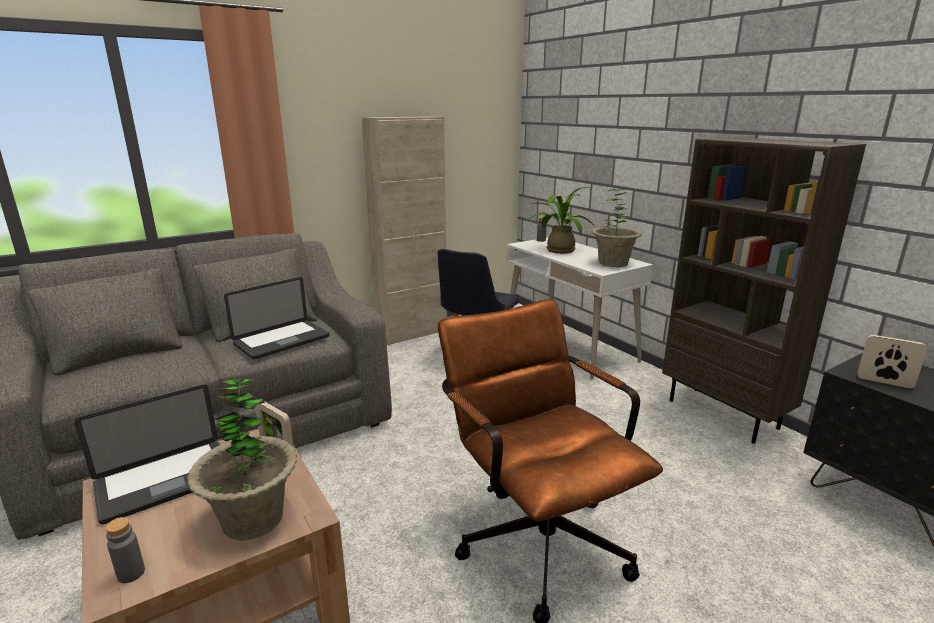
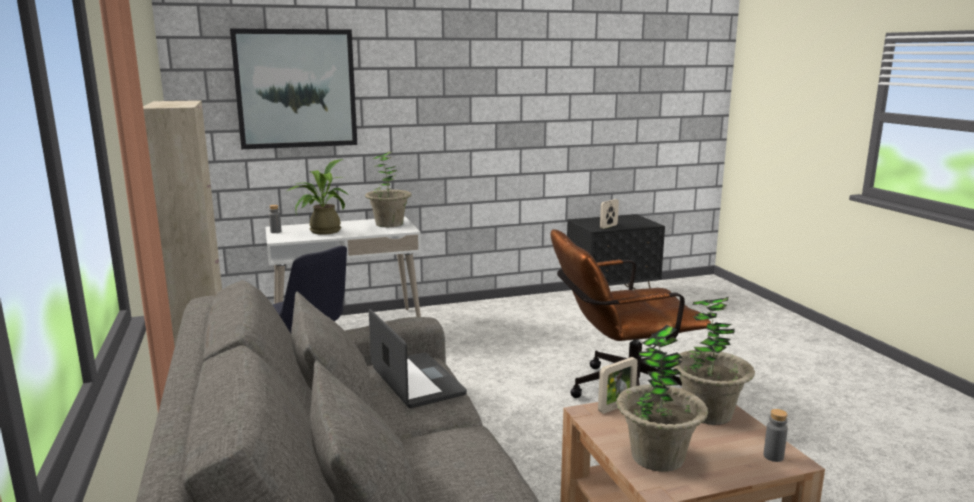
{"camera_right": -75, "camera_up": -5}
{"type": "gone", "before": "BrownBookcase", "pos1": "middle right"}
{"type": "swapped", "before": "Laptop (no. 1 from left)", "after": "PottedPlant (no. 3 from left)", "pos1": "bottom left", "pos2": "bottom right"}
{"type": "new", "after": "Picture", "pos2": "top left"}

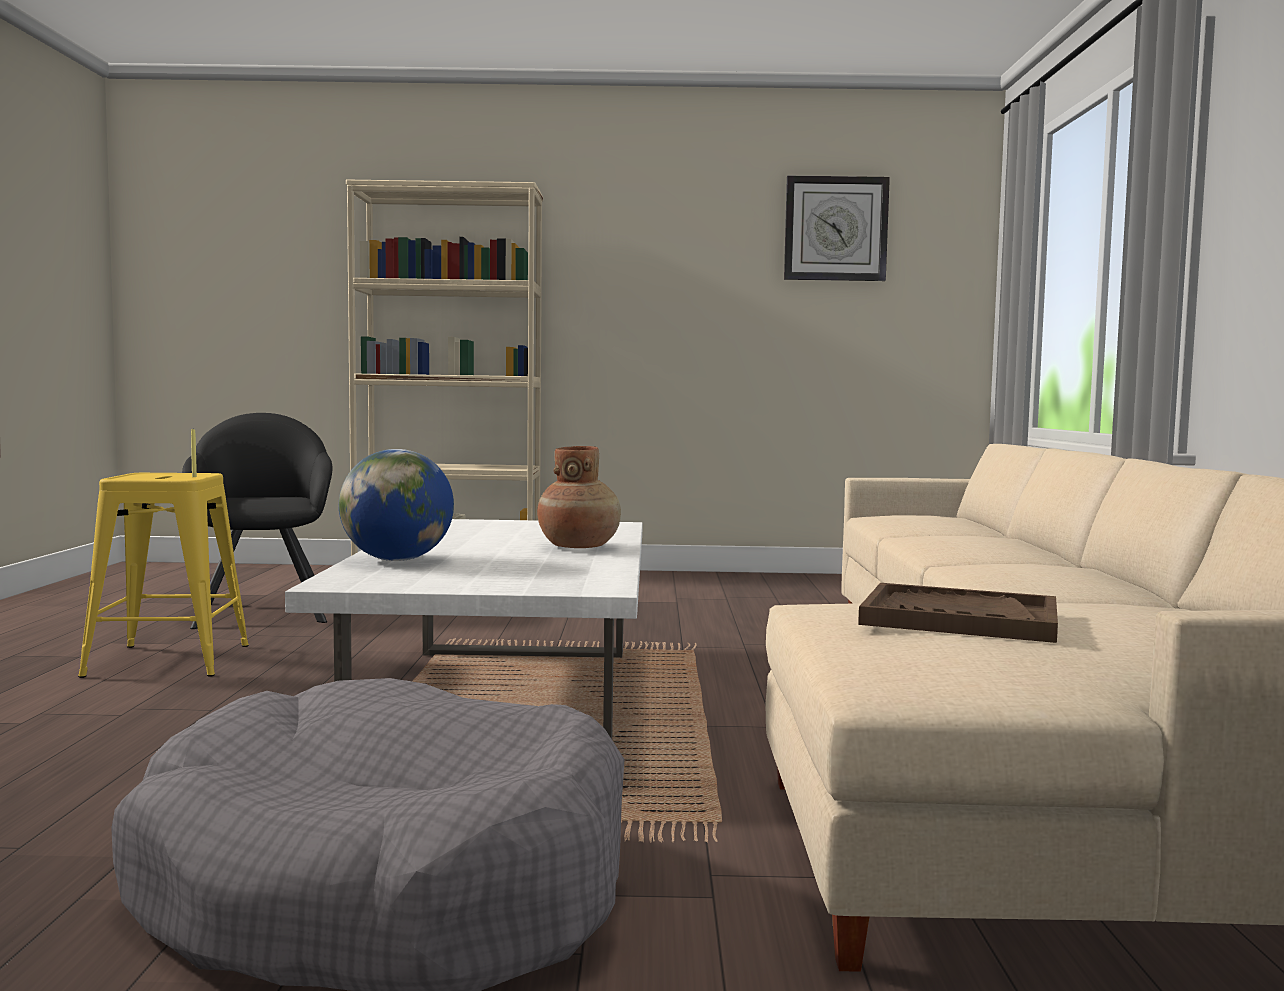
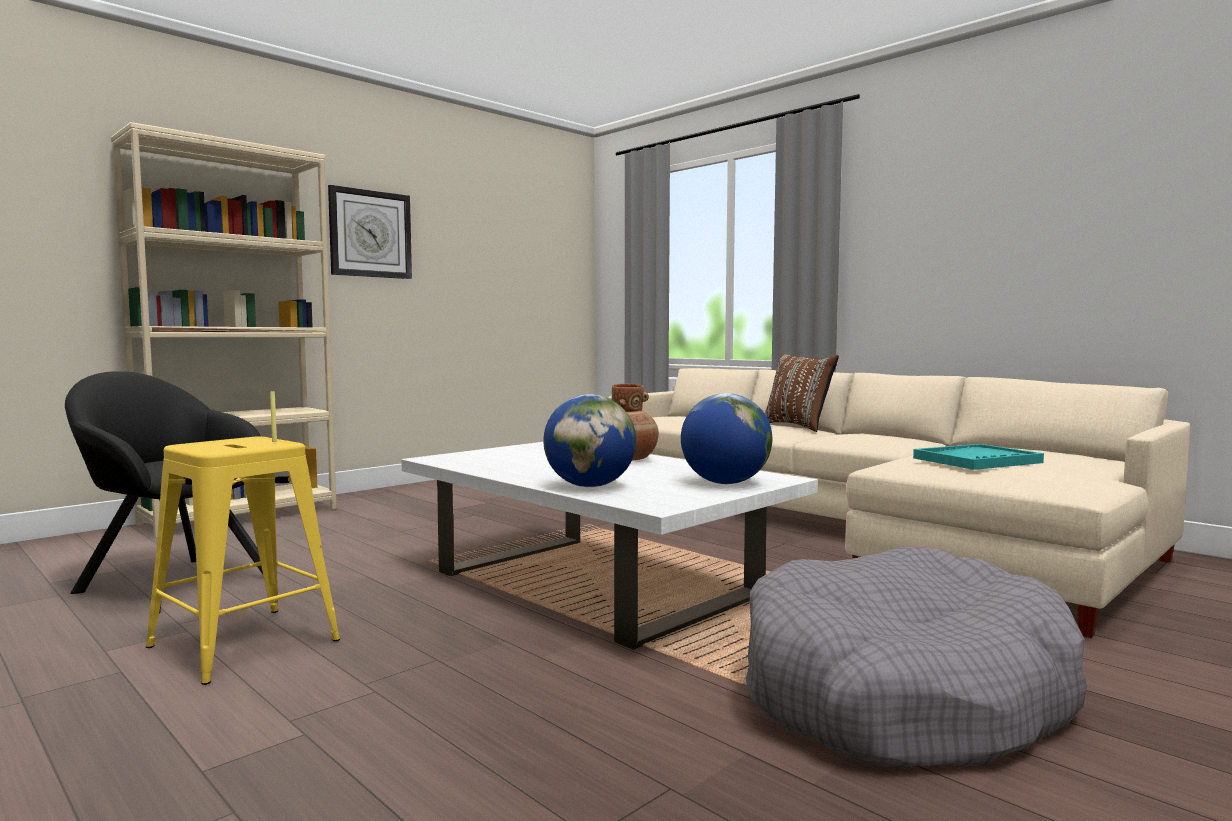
{"camera_right": -45, "camera_up": 0}
{"type": "shifted", "before": "WallClock", "pos1": "top centre", "pos2": "top left"}
{"type": "repainted", "before": "BrownTray", "after": "TurquoiseTray", "pos1": "middle right", "pos2": "middle right"}
{"type": "new", "after": "BrownPillow", "pos2": "centre"}
{"type": "new", "after": "Globe (no. 2 from left)", "pos2": "centre"}

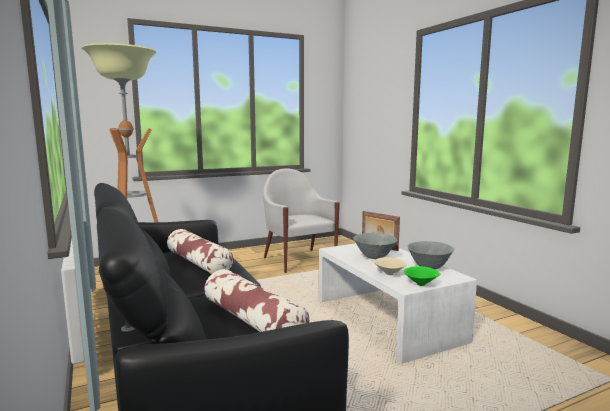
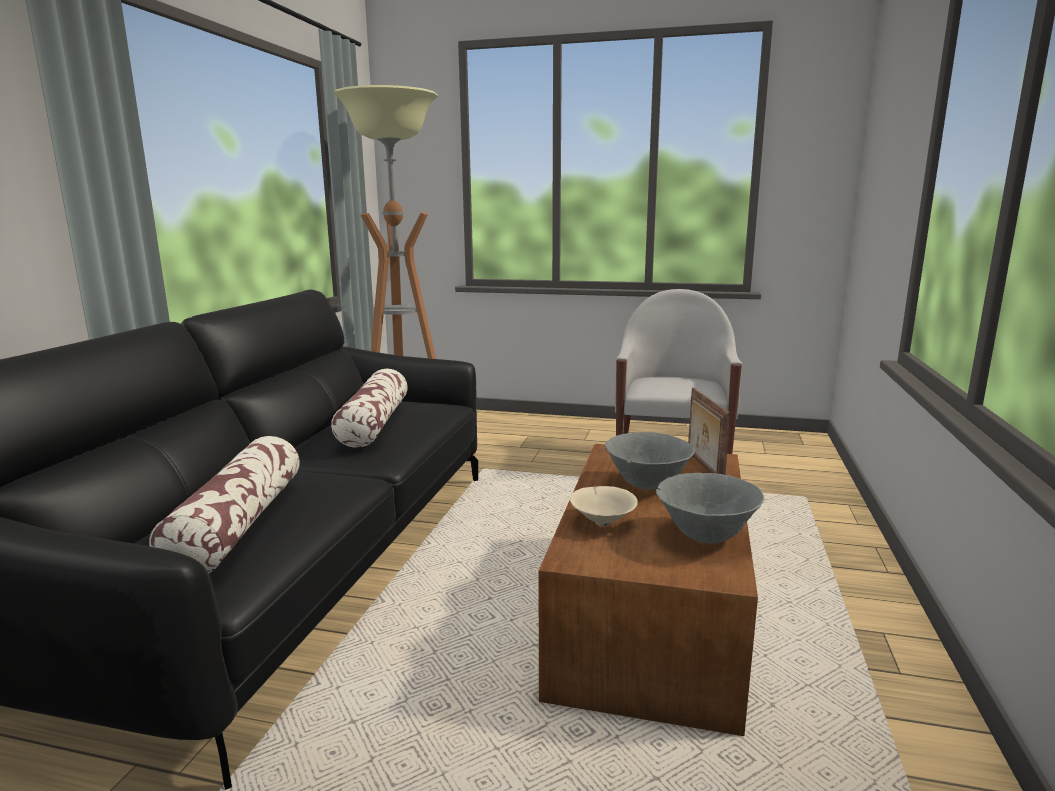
{"camera_right": 40, "camera_up": 5}
{"type": "repainted", "before": "WhiteCoffeeTable", "after": "BrownCoffeeTable", "pos1": "bottom centre", "pos2": "bottom centre"}
{"type": "gone", "before": "GreenBowl", "pos1": "bottom right"}

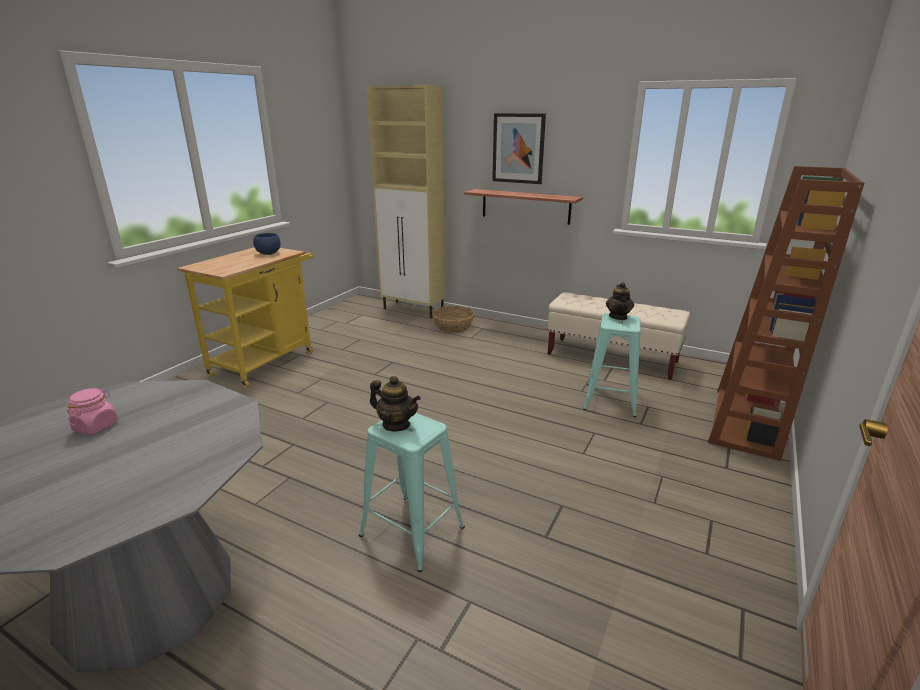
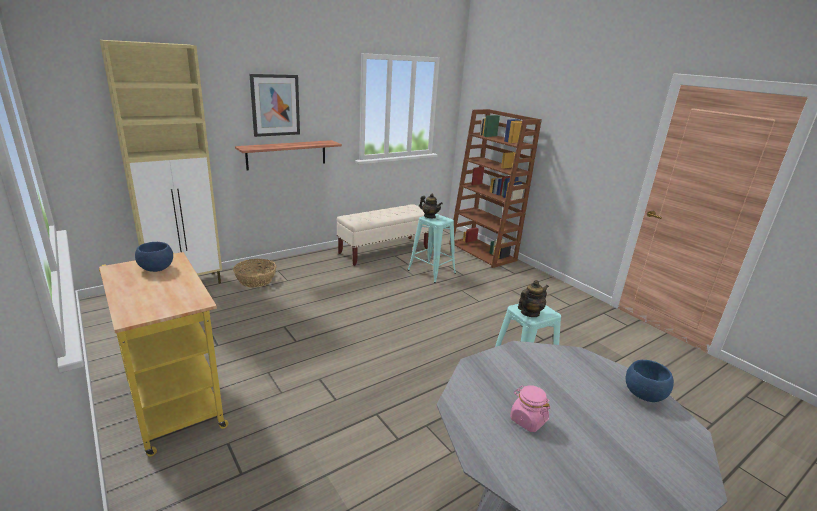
{"camera_right": -65, "camera_up": 0}
{"type": "new", "after": "BlueBowl (no. 2 from left)", "pos2": "bottom right"}

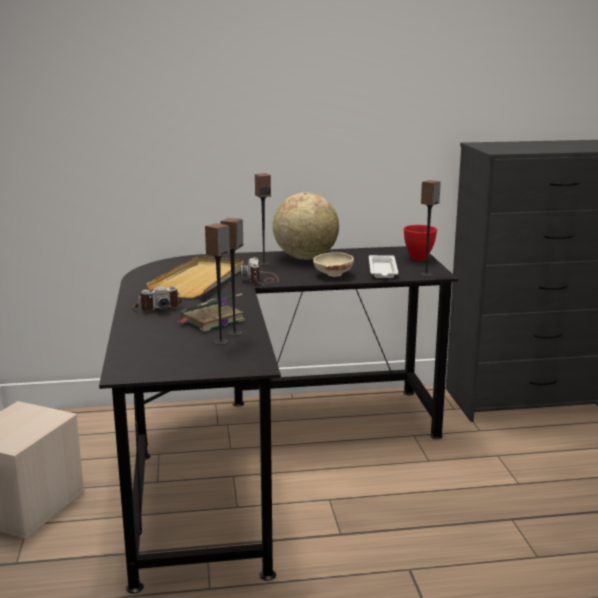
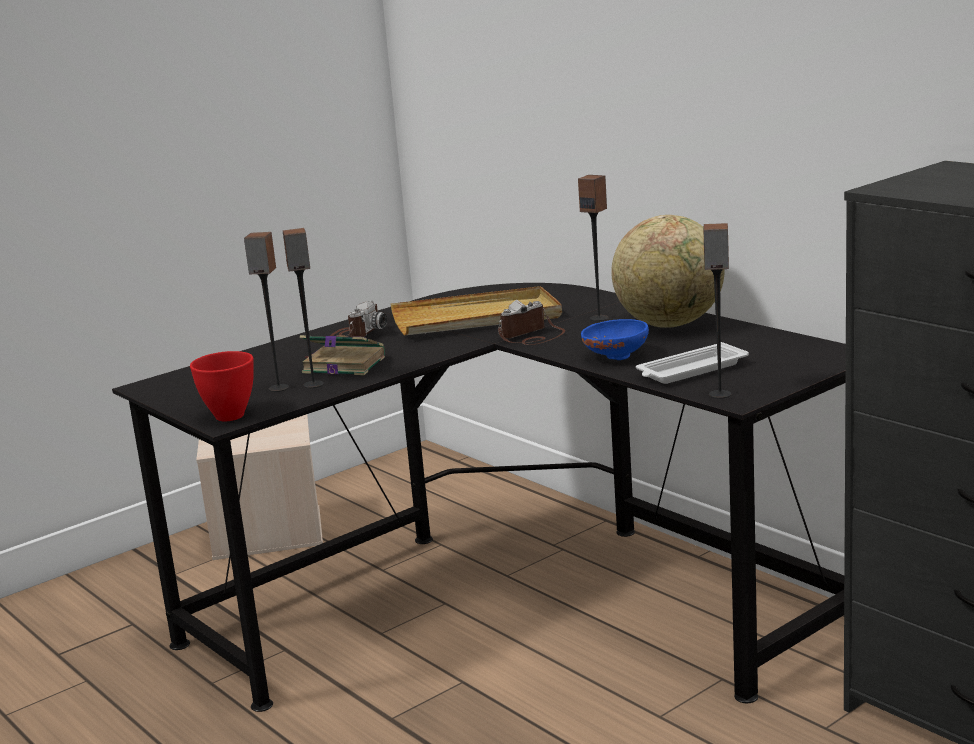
{"camera_right": 60, "camera_up": 0}
{"type": "shifted", "before": "RedBowl", "pos1": "middle right", "pos2": "middle left"}
{"type": "repainted", "before": "BeigeBowl", "after": "BlueBowl", "pos1": "centre", "pos2": "centre"}
{"type": "rotated", "before": "PhotoCamera (no. 1 from left)", "pos1": "middle left", "pos2": "centre", "turn": -105}

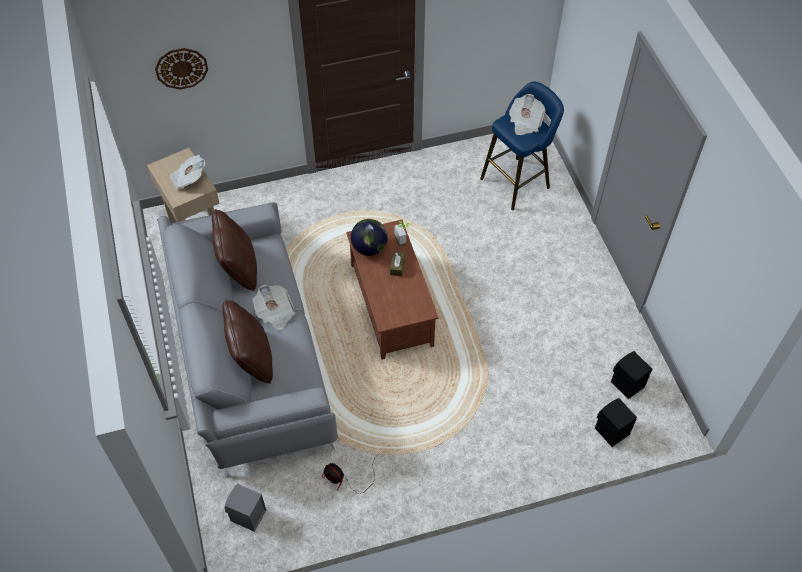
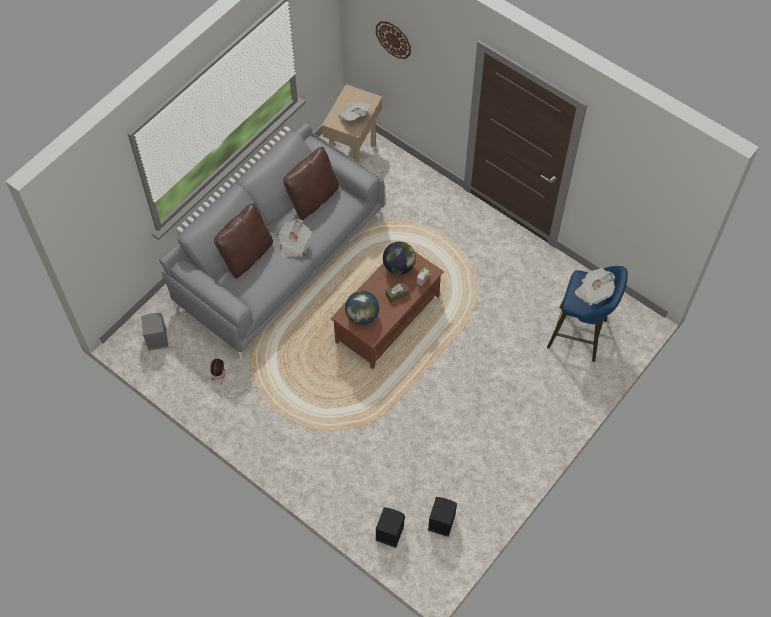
{"camera_right": 55, "camera_up": 5}
{"type": "new", "after": "Globe (no. 1 from left)", "pos2": "centre"}

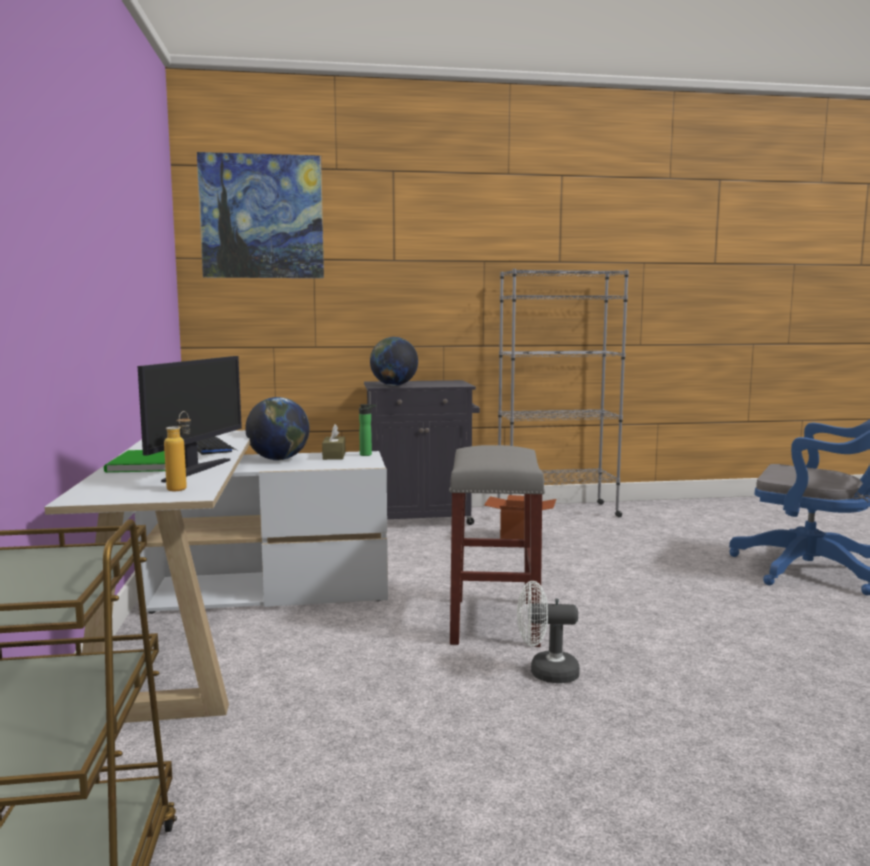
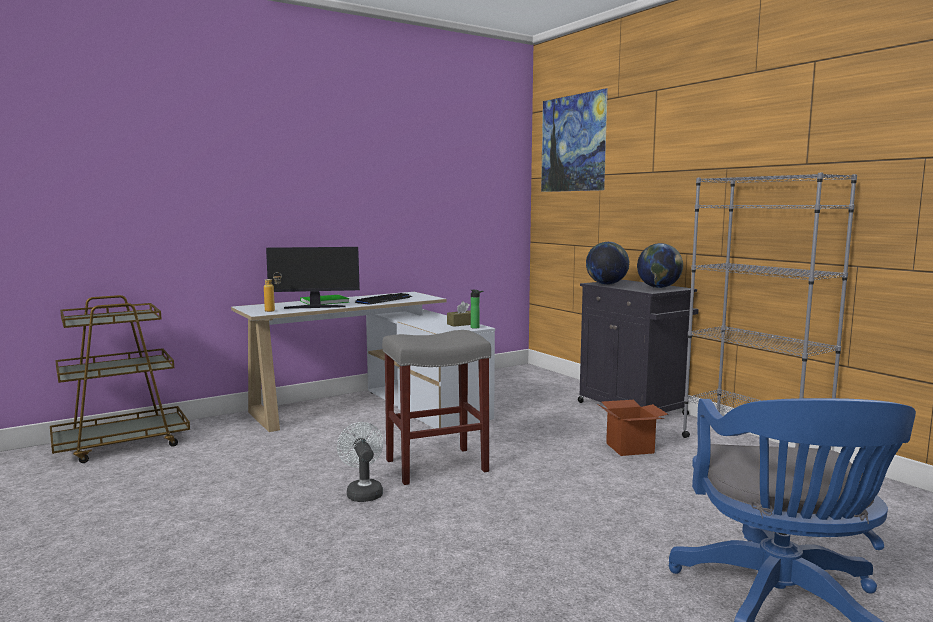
{"camera_right": 65, "camera_up": 0}
{"type": "shifted", "before": "Globe (no. 1 from left in the first image)", "after": "Globe (no. 2 from left)", "pos1": "middle left", "pos2": "middle right"}

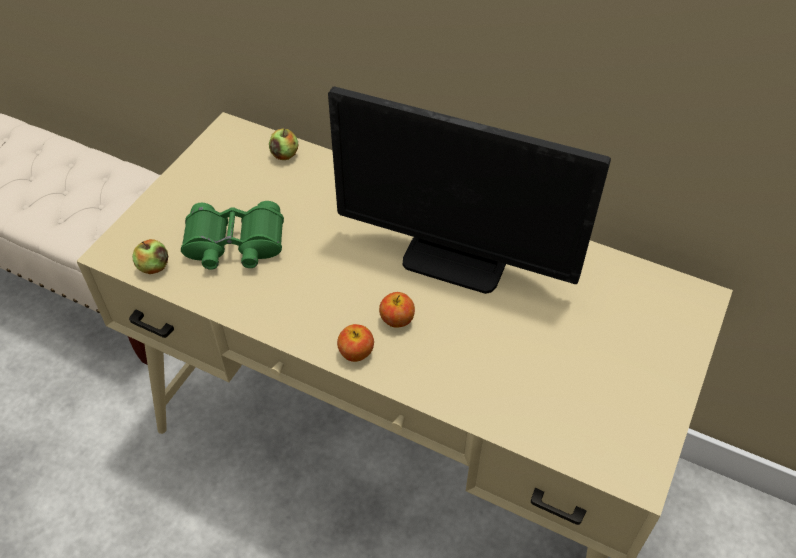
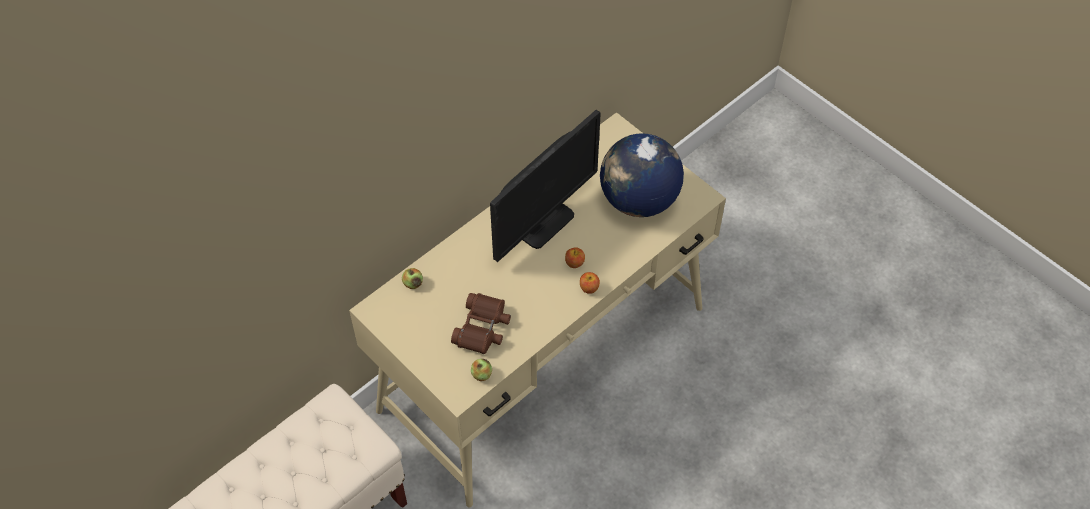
{"camera_right": -70, "camera_up": 5}
{"type": "repainted", "before": "GreenBinoculars", "after": "BrownBinoculars", "pos1": "middle left", "pos2": "centre"}
{"type": "new", "after": "Globe", "pos2": "centre"}

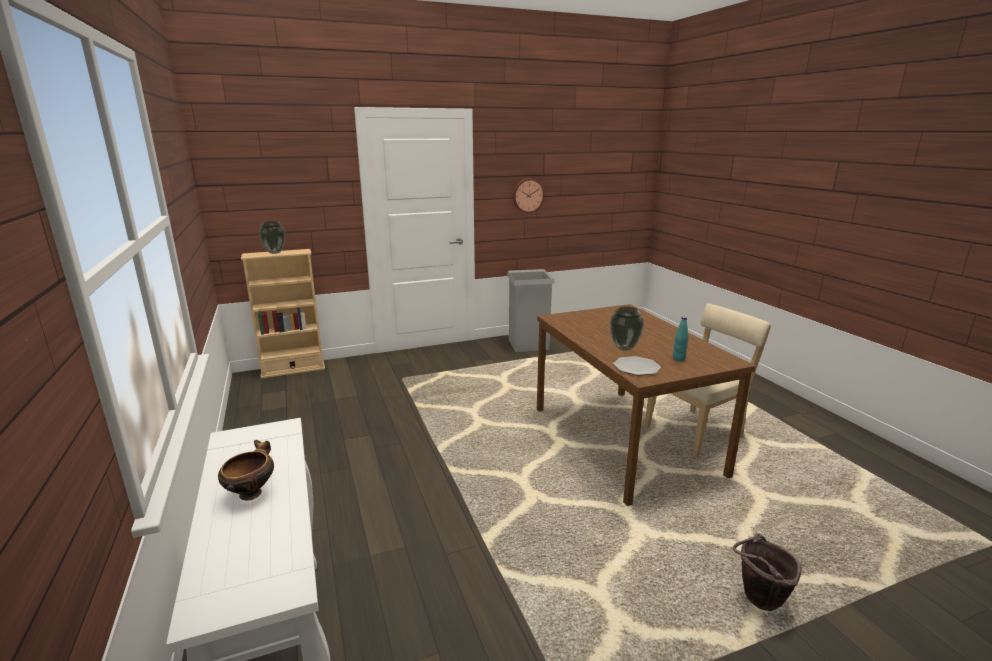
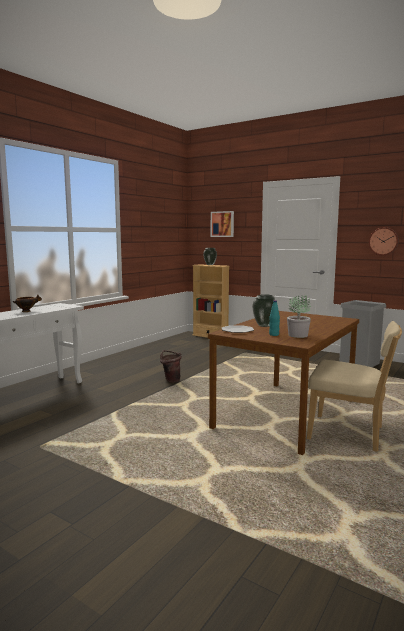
{"camera_right": 55, "camera_up": -10}
{"type": "shifted", "before": "BrownBucket", "pos1": "bottom right", "pos2": "centre"}
{"type": "new", "after": "Picture", "pos2": "centre"}
{"type": "new", "after": "PottedPlant", "pos2": "middle right"}

